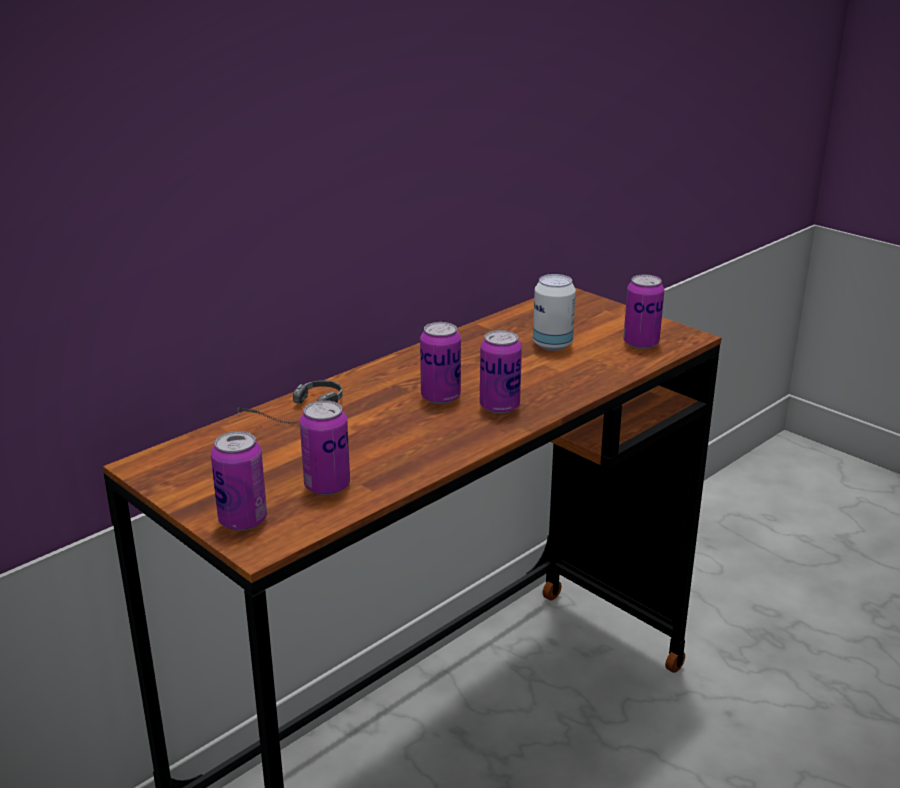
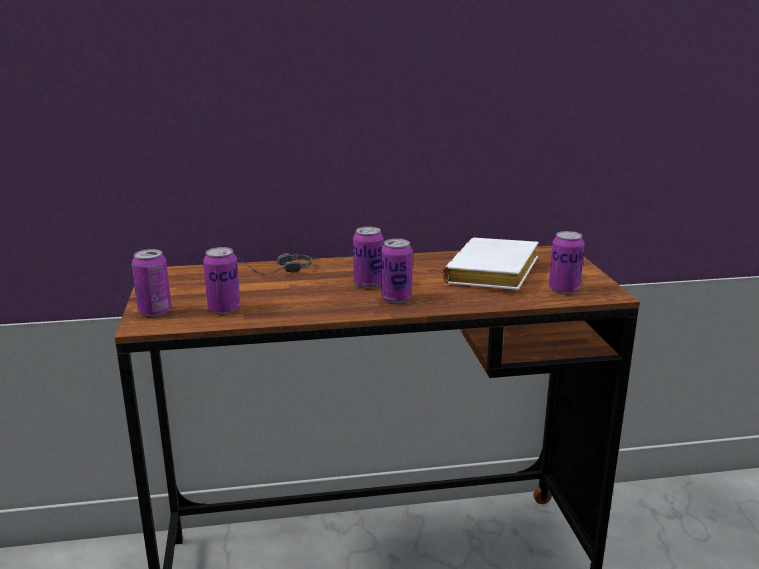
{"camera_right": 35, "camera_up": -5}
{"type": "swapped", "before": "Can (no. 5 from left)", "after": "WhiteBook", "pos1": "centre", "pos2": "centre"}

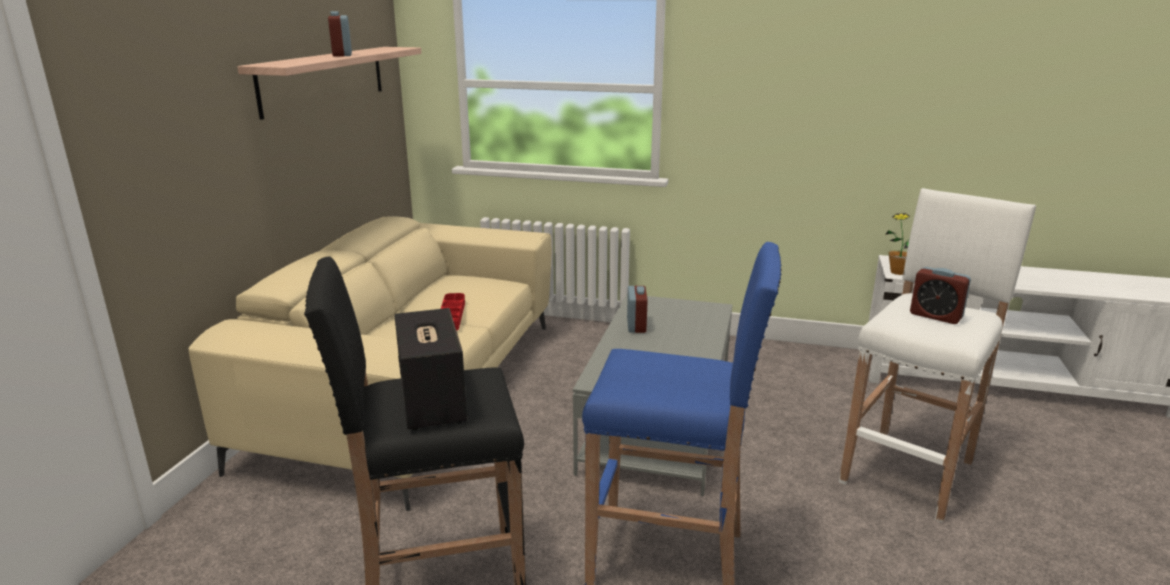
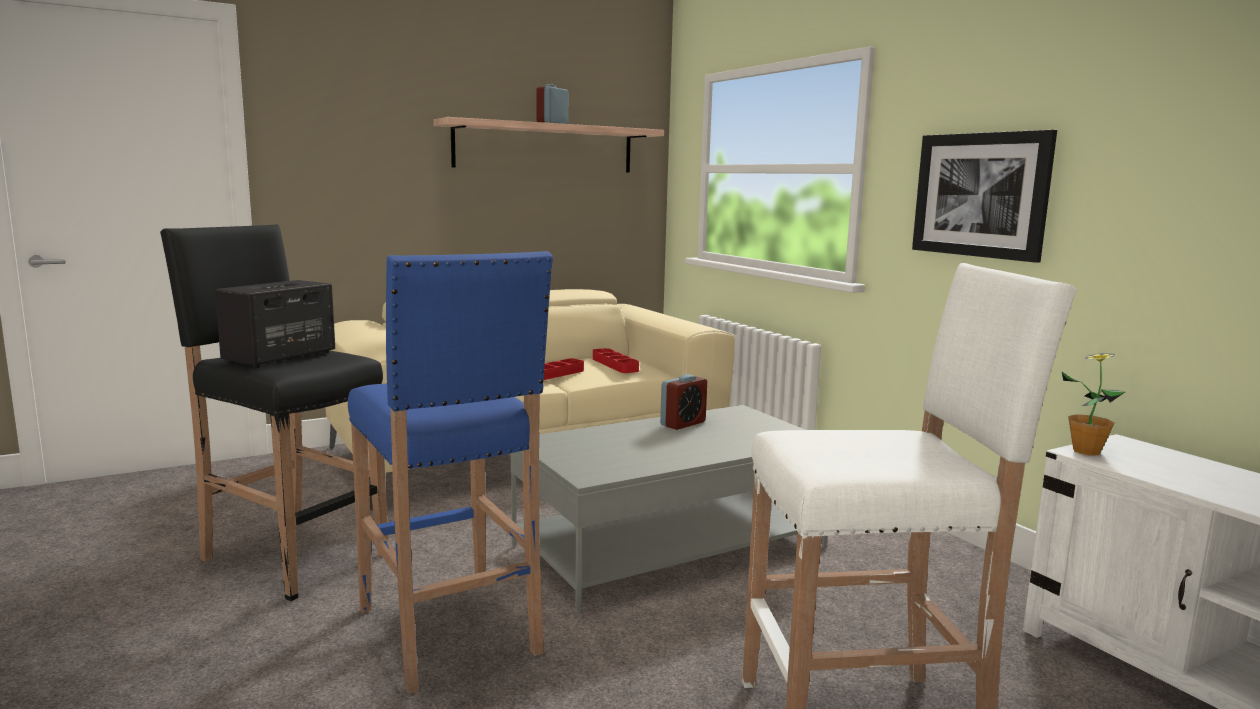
{"camera_right": 45, "camera_up": -10}
{"type": "gone", "before": "AlarmClock (no. 3 from left)", "pos1": "middle right"}
{"type": "new", "after": "Picture", "pos2": "top right"}
{"type": "new", "after": "RedTray (no. 2 from left)", "pos2": "centre"}

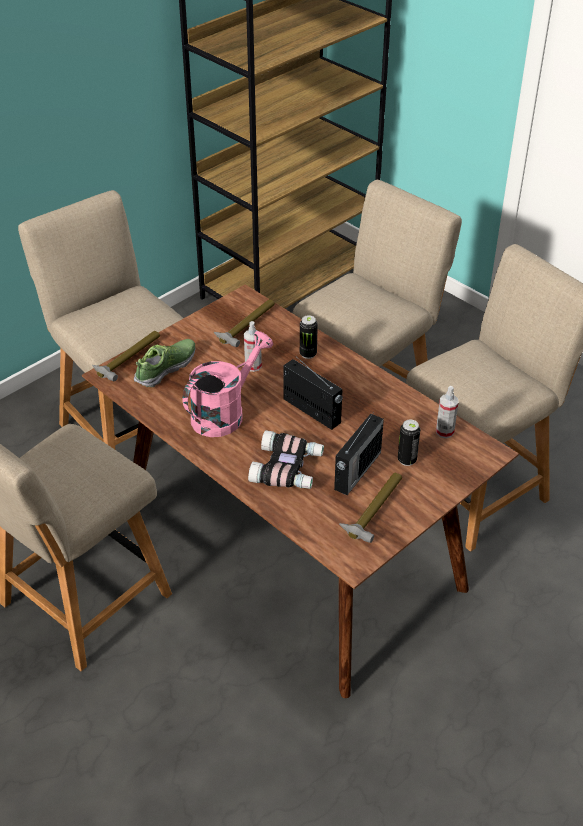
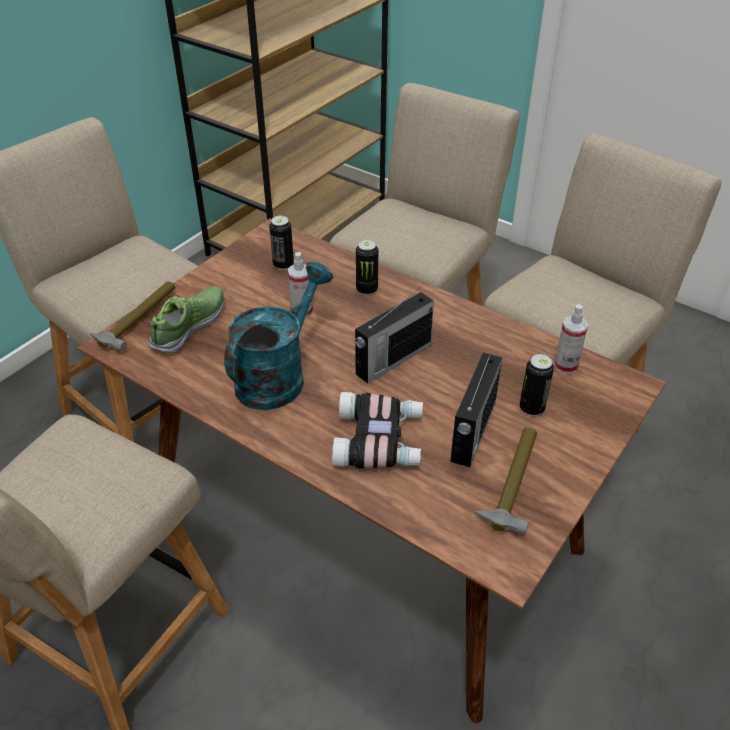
{"camera_right": -10, "camera_up": 0}
{"type": "swapped", "before": "Hammer (no. 2 from left)", "after": "Can (no. 1 from left)", "pos1": "centre", "pos2": "top centre"}
{"type": "repainted", "before": "PinkWateringCan", "after": "TurquoiseWateringCan", "pos1": "centre", "pos2": "centre"}
{"type": "rotated", "before": "Radio (no. 1 from left)", "pos1": "centre", "pos2": "centre", "turn": 105}

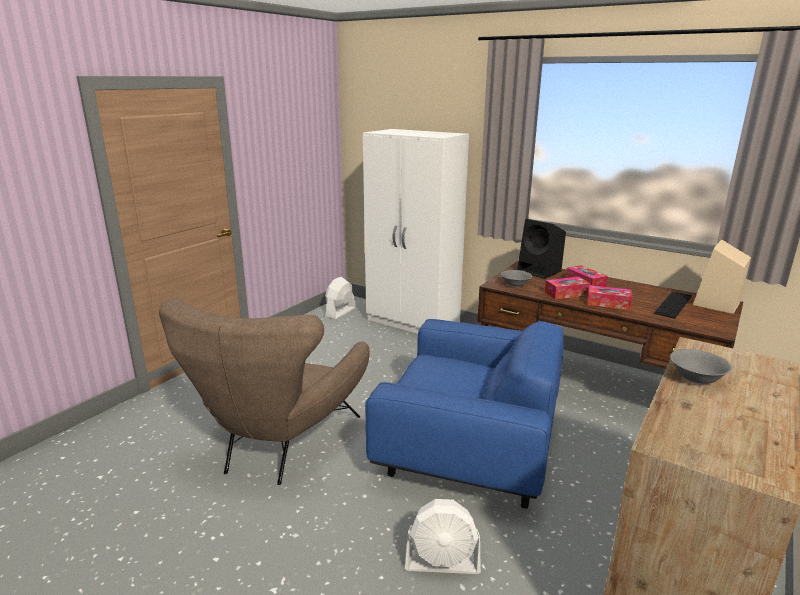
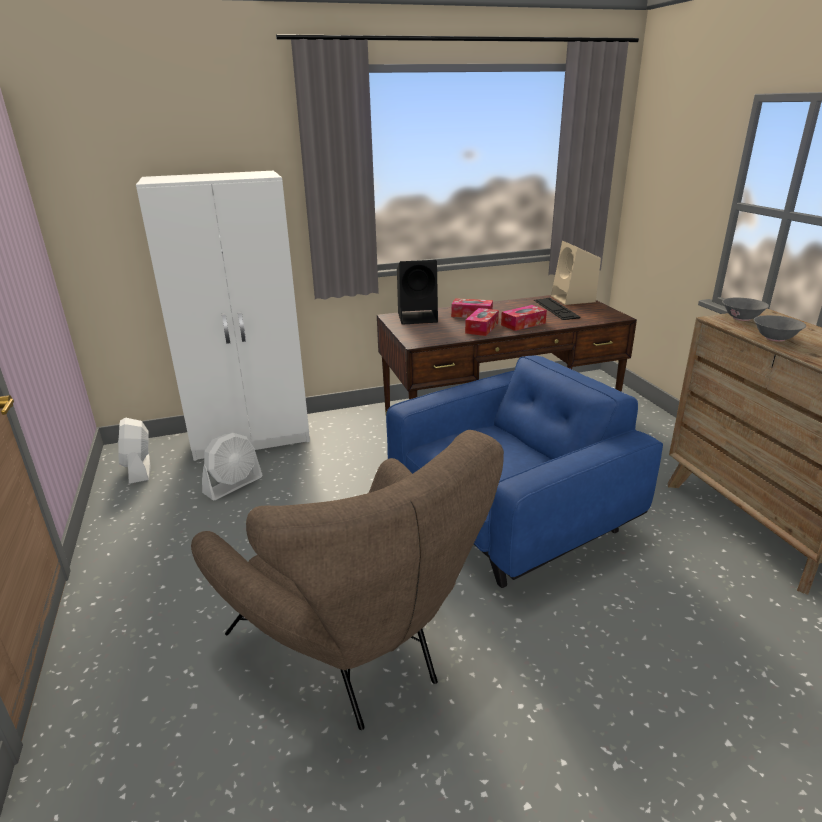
{"camera_right": -50, "camera_up": 5}
{"type": "shifted", "before": "GreyBowl (no. 1 from left)", "pos1": "centre", "pos2": "middle right"}
{"type": "shifted", "before": "WhiteFan (no. 2 from left)", "pos1": "bottom centre", "pos2": "middle left"}

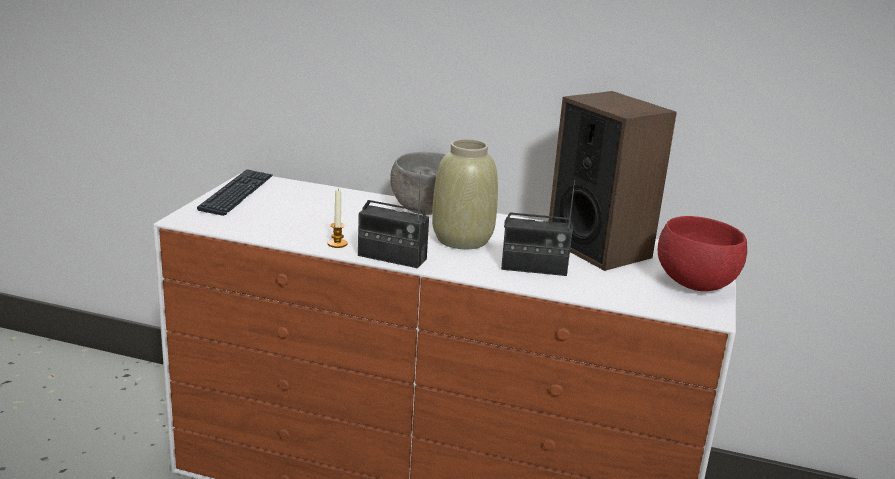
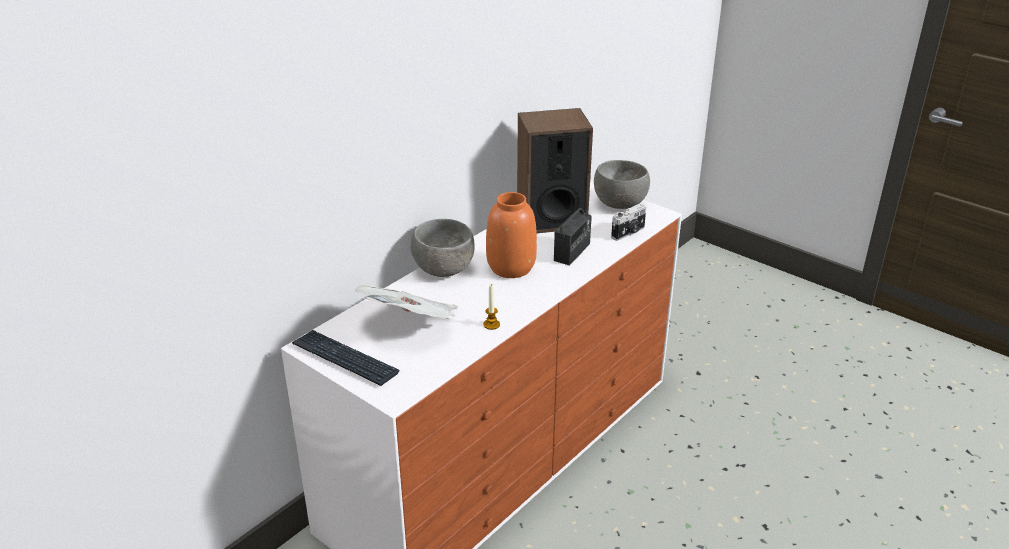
{"camera_right": -65, "camera_up": 10}
{"type": "repainted", "before": "BeigeVase", "after": "OrangeVase", "pos1": "centre", "pos2": "centre"}
{"type": "gone", "before": "Radio (no. 1 from left)", "pos1": "centre"}
{"type": "repainted", "before": "RedBowl", "after": "GreyBowl (no. 2 from left)", "pos1": "middle right", "pos2": "centre"}
{"type": "new", "after": "PhotoCamera", "pos2": "centre"}
{"type": "new", "after": "Newspaper", "pos2": "centre"}

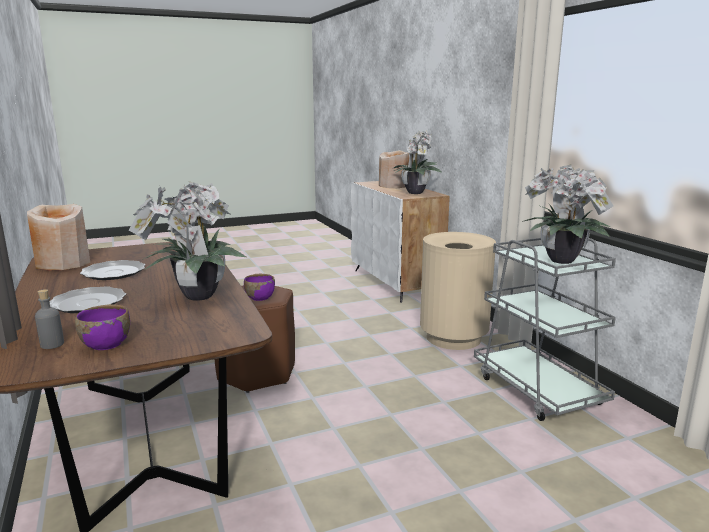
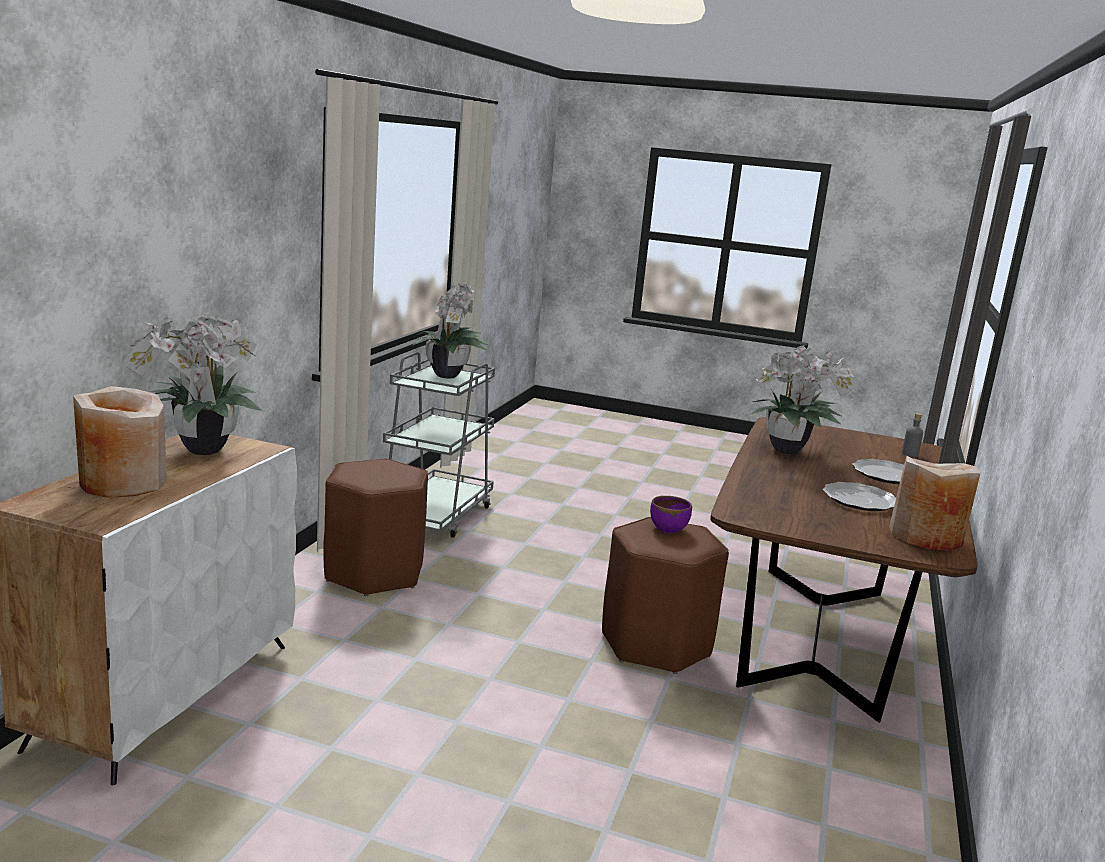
{"camera_right": -140, "camera_up": 0}
{"type": "swapped", "before": "BeigeTrashCan", "after": "BrownStool (no. 1 from left)", "pos1": "centre", "pos2": "centre"}
{"type": "gone", "before": "PurpleBowl (no. 1 from left)", "pos1": "middle left"}

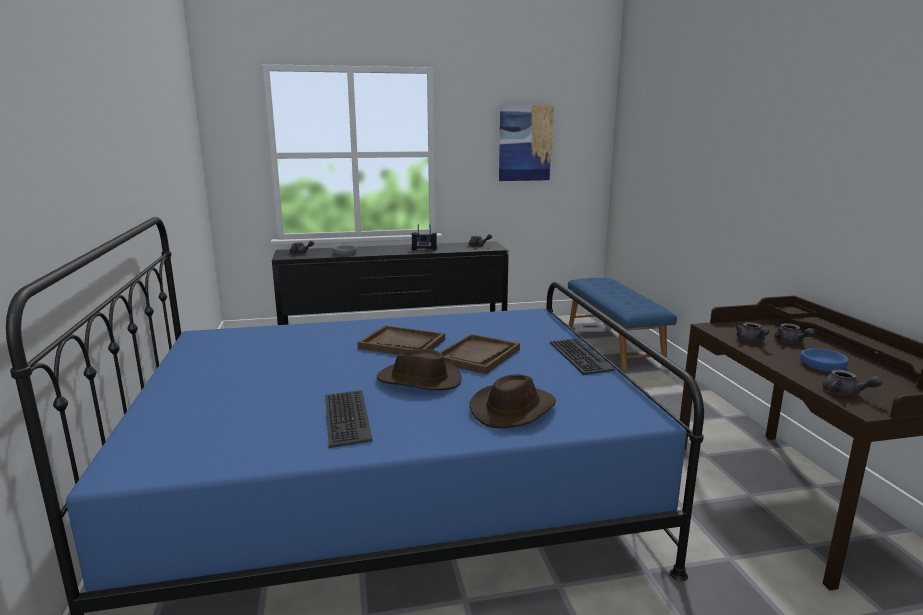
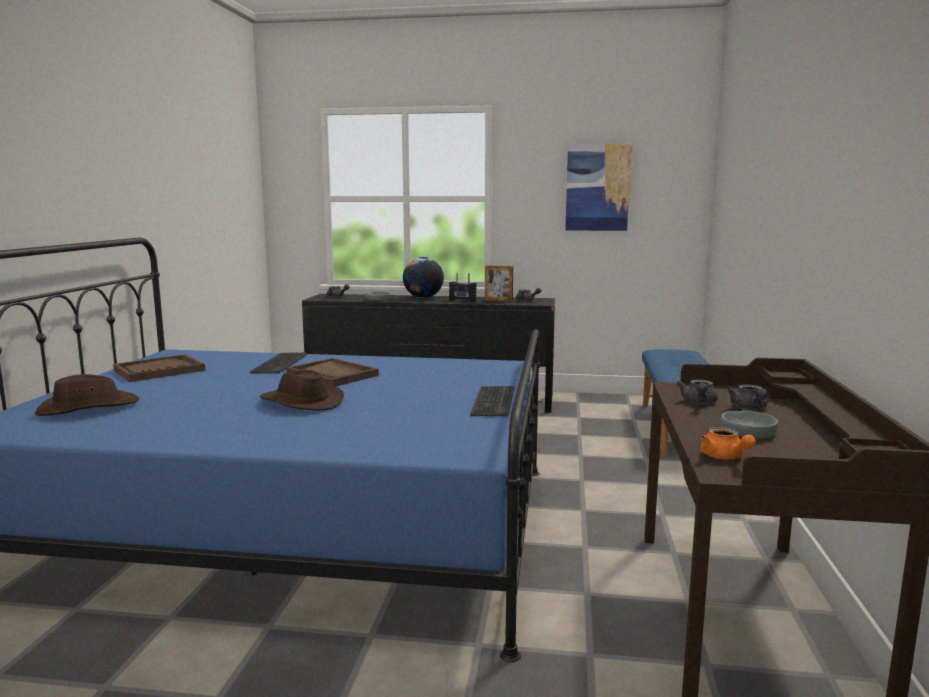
{"camera_right": 20, "camera_up": -5}
{"type": "shifted", "before": "BrownTray (no. 2 from left in the first image)", "after": "BrownTray (no. 1 from left)", "pos1": "centre", "pos2": "middle left"}
{"type": "repainted", "before": "BlueBowl", "after": "GreyBowl (no. 2 from left)", "pos1": "middle right", "pos2": "middle right"}
{"type": "repainted", "before": "GreyTeapot (no. 5 from left)", "after": "OrangeTeapot", "pos1": "middle right", "pos2": "middle right"}
{"type": "shifted", "before": "BrownHat (no. 2 from left in the first image)", "after": "BrownHat (no. 1 from left)", "pos1": "centre", "pos2": "middle left"}
{"type": "shifted", "before": "Keyboard (no. 1 from left)", "pos1": "bottom centre", "pos2": "middle left"}
{"type": "new", "after": "Globe", "pos2": "centre"}
{"type": "new", "after": "PictureFrame", "pos2": "centre"}

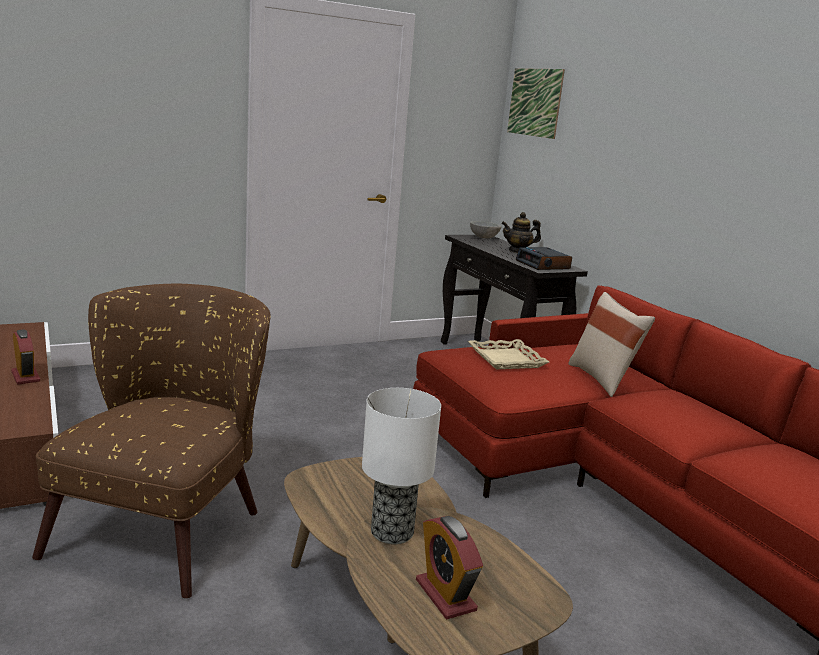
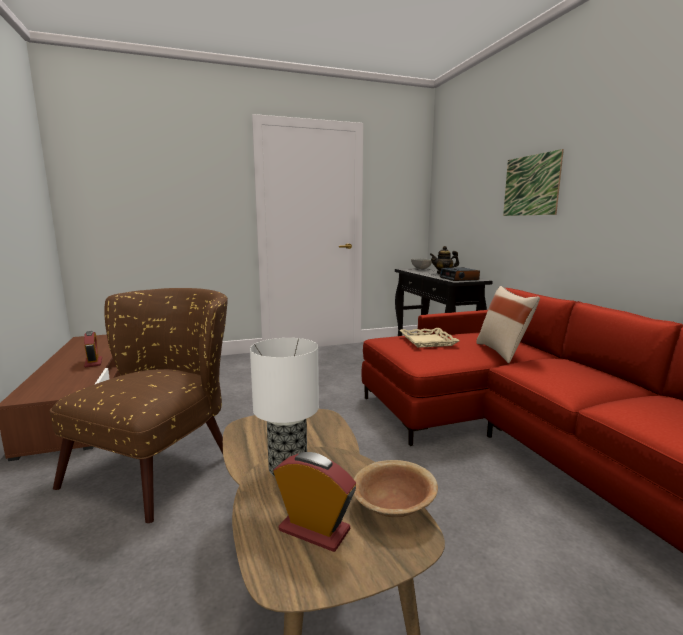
{"camera_right": 10, "camera_up": -5}
{"type": "shifted", "before": "Picture", "pos1": "top centre", "pos2": "top right"}
{"type": "rotated", "before": "AlarmClock (no. 2 from left)", "pos1": "bottom centre", "pos2": "bottom centre", "turn": 135}
{"type": "new", "after": "BrownBowl", "pos2": "bottom centre"}

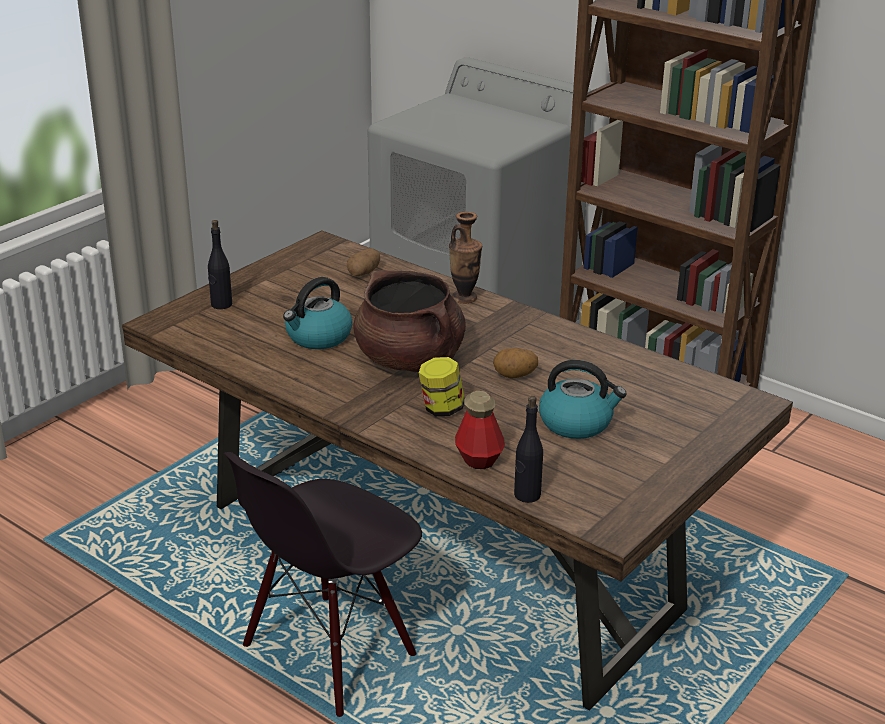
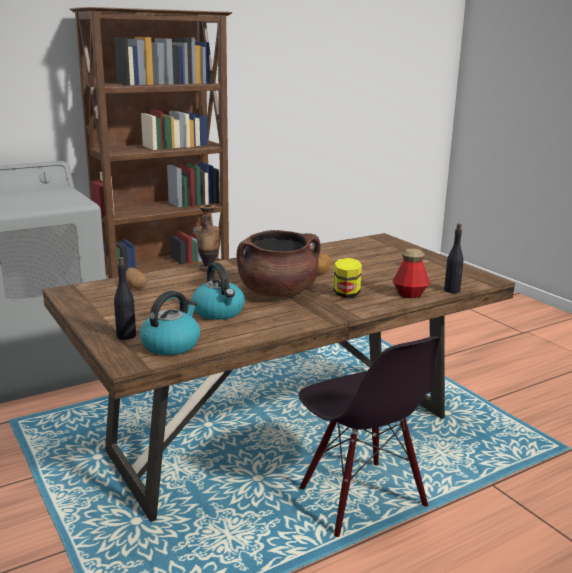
{"camera_right": -70, "camera_up": -10}
{"type": "shifted", "before": "Kettle (no. 2 from left in the first image)", "after": "Kettle (no. 1 from left)", "pos1": "centre", "pos2": "middle left"}

